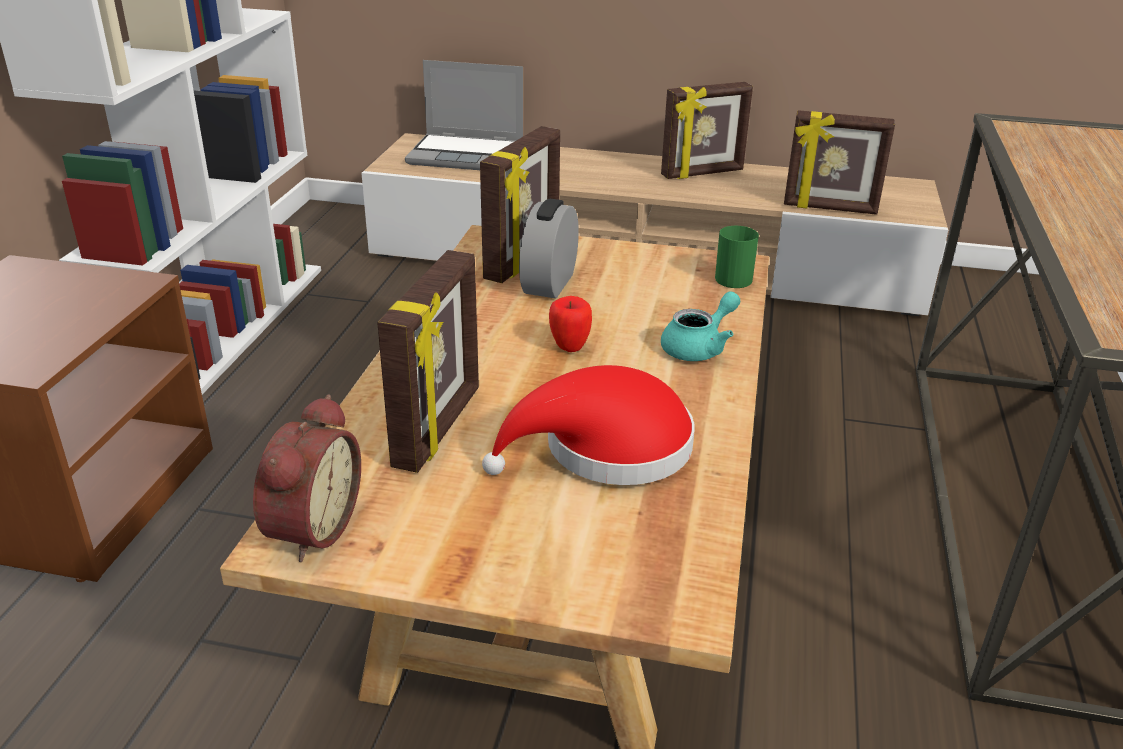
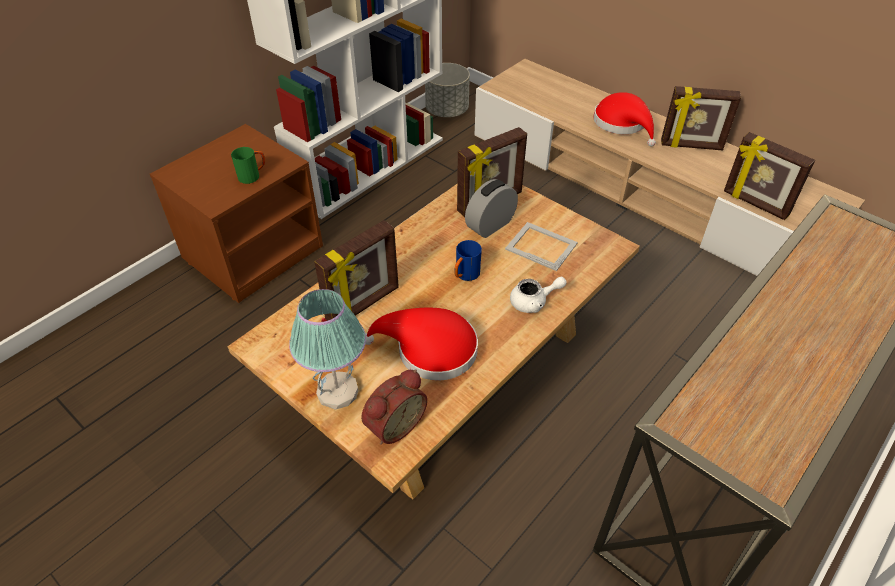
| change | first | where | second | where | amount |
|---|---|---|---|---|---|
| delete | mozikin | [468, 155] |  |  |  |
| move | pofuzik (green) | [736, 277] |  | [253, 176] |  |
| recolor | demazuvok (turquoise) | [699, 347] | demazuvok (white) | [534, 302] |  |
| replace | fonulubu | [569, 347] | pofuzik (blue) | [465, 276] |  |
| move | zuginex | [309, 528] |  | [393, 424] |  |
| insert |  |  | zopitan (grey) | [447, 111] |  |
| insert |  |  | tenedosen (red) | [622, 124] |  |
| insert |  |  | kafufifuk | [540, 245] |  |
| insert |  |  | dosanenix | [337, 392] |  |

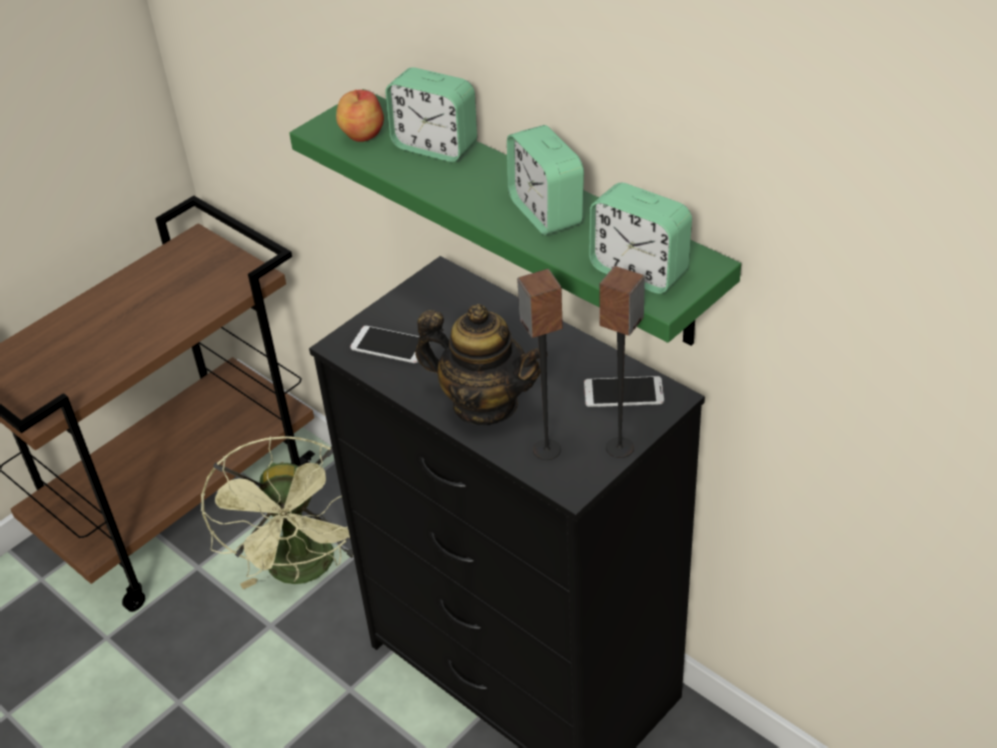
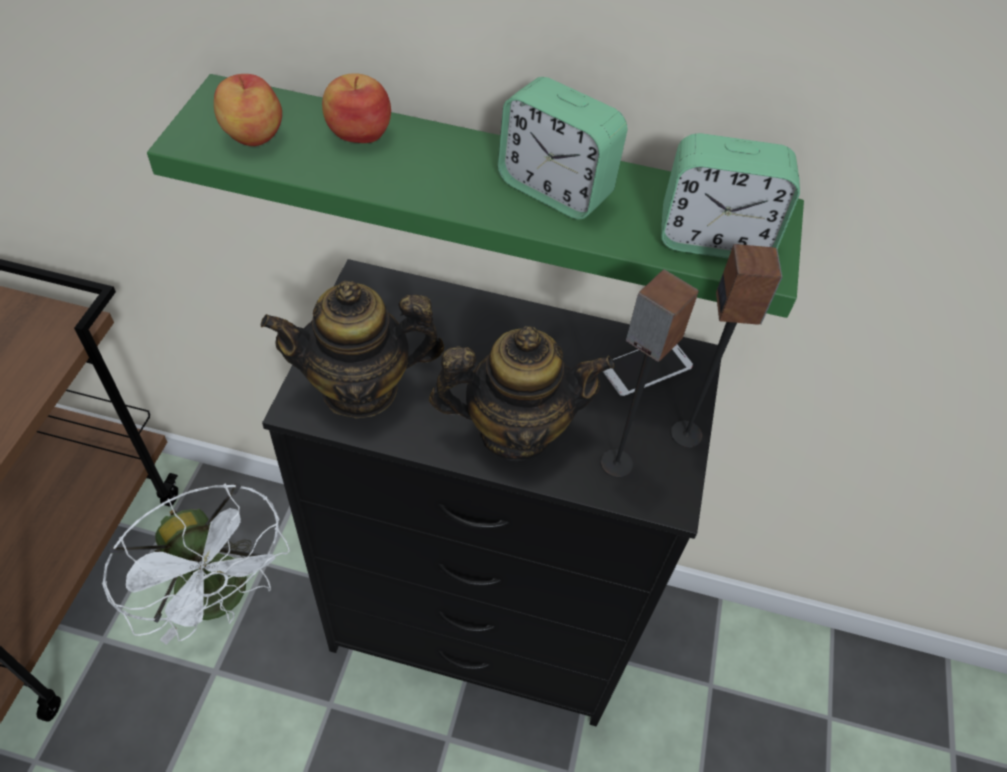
| change | first | where | second | where | amount |
|---|---|---|---|---|---|
| replace | zuginex | [435, 146] | fonulubu | [358, 132] |  |
| replace | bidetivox | [390, 345] | demazuvok | [360, 388] |  |
| recolor | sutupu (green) | [304, 571] | sutupu (white) | [221, 599] |  |

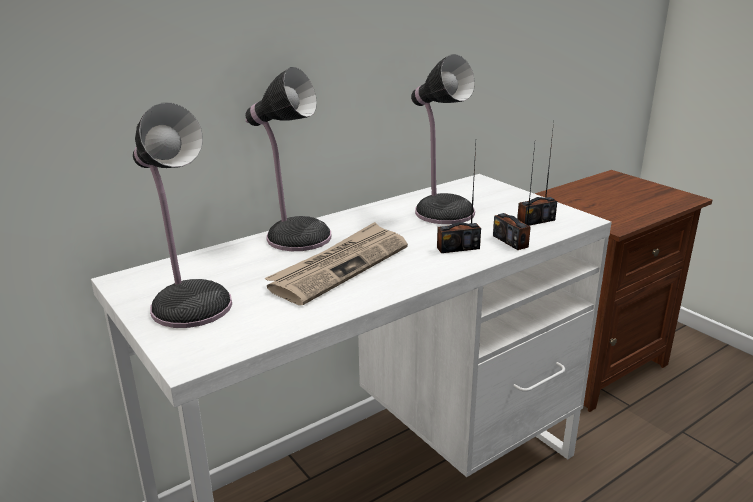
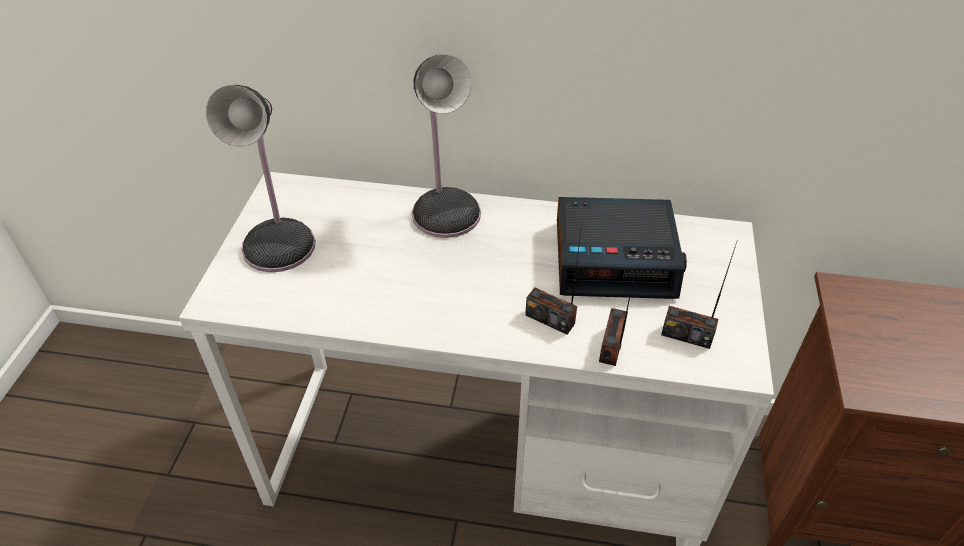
| change | first | where | second | where | amount |
|---|---|---|---|---|---|
| replace | dosanenix | [441, 211] | zuginex | [615, 258] |  |
| delete | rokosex | [340, 266] |  |  |  |

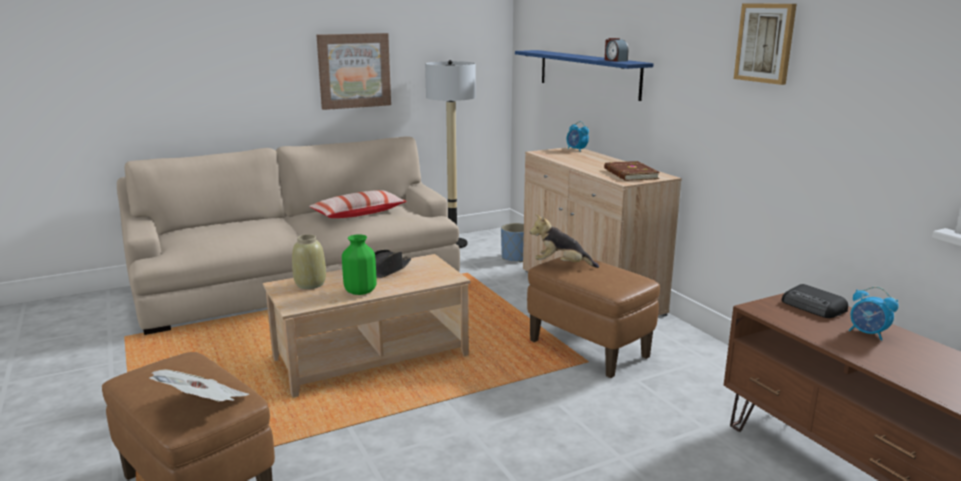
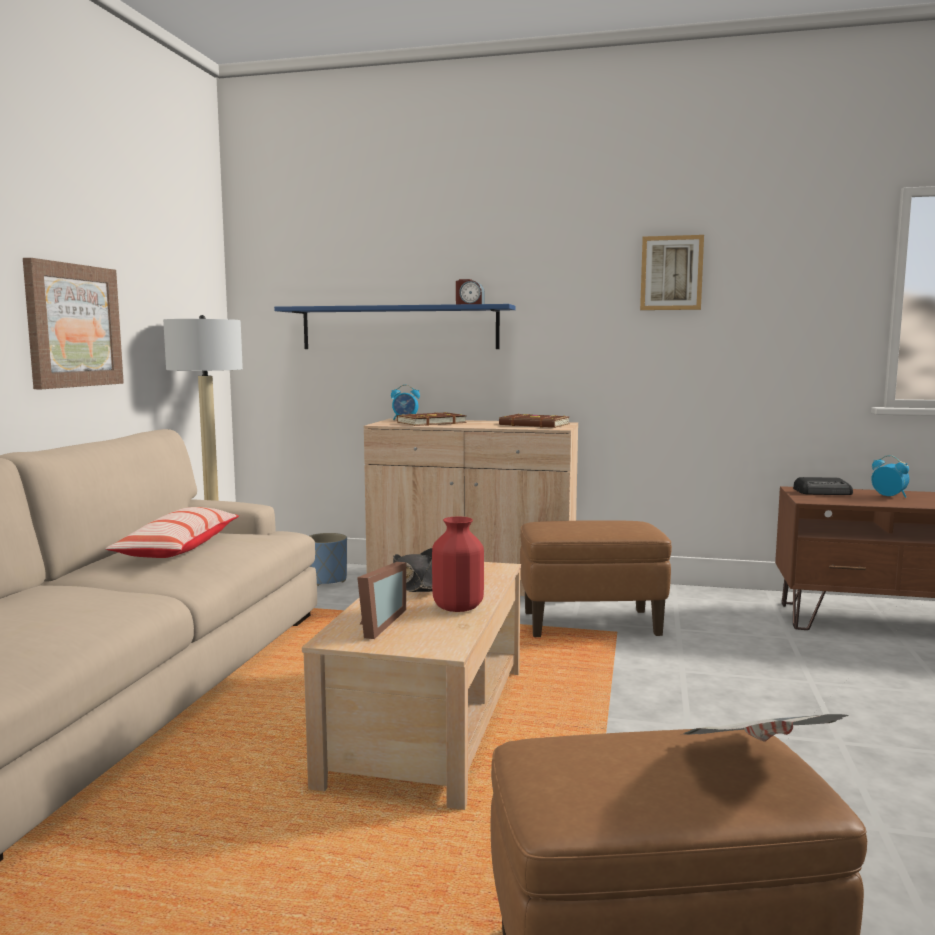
| change | first | where | second | where | amount |
|---|---|---|---|---|---|
| delete | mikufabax | [561, 265] |  |  |  |
| replace | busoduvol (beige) | [310, 284] | kafufifuk | [375, 624] |  |
| recolor | busoduvol (green) | [360, 291] | busoduvol (red) | [458, 608] |  |
| rotate | zuginex | [868, 334] |  | [889, 496] | 120 degrees counterclockwise |
| insert |  |  | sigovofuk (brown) | [430, 422] |  |

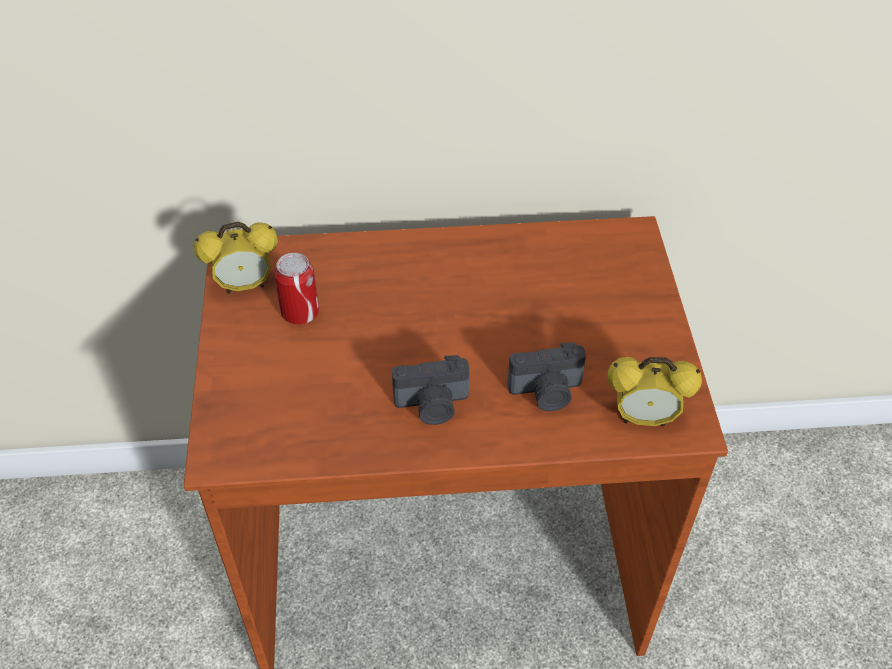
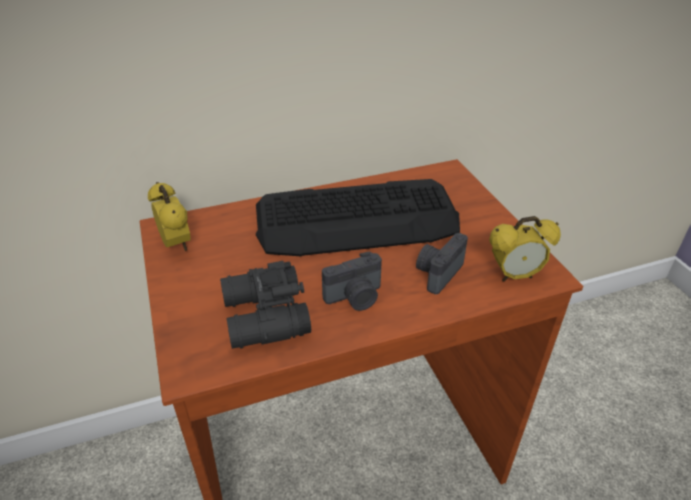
| change | first | where | second | where | amount |
|---|---|---|---|---|---|
| rotate | zuginex | [245, 286] |  | [176, 245] | 90 degrees counterclockwise |
| delete | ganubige | [300, 313] |  |  |  |
| rotate | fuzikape | [546, 393] |  | [437, 273] | 150 degrees clockwise |
| insert |  |  | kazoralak | [357, 219] |  |
| insert |  |  | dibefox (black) | [263, 318] |  |

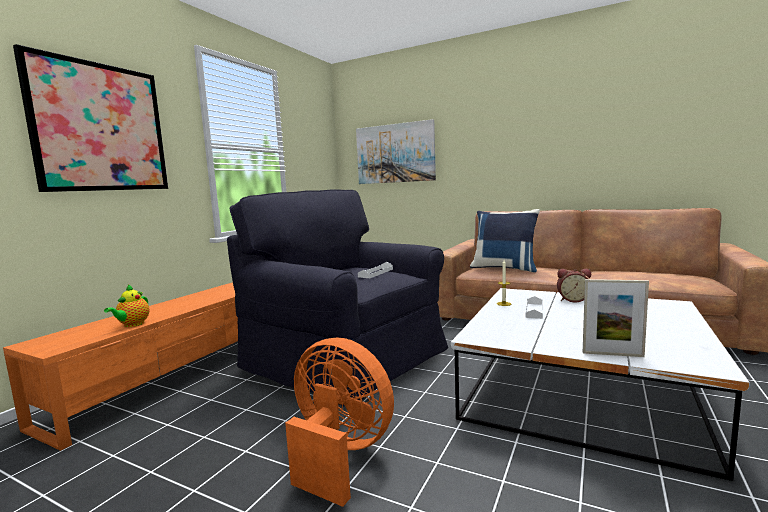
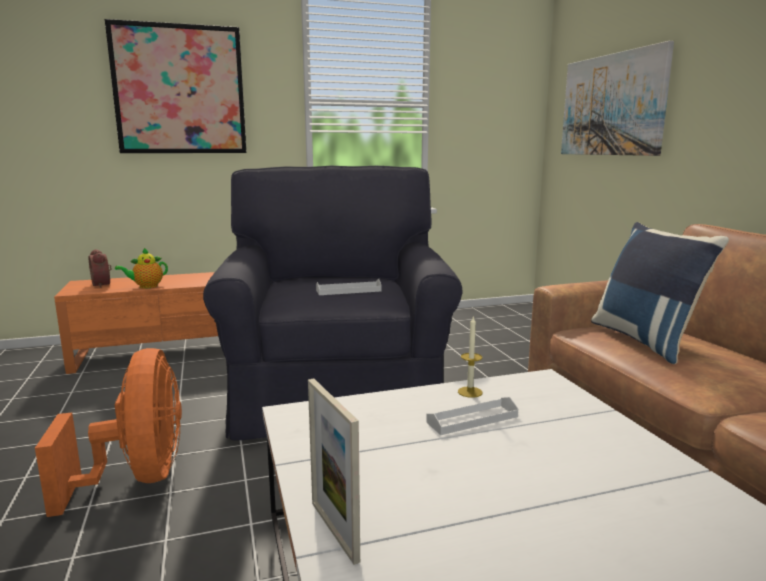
| change | first | where | second | where | amount |
|---|---|---|---|---|---|
| move | zuginex | [572, 300] |  | [103, 284] |  |

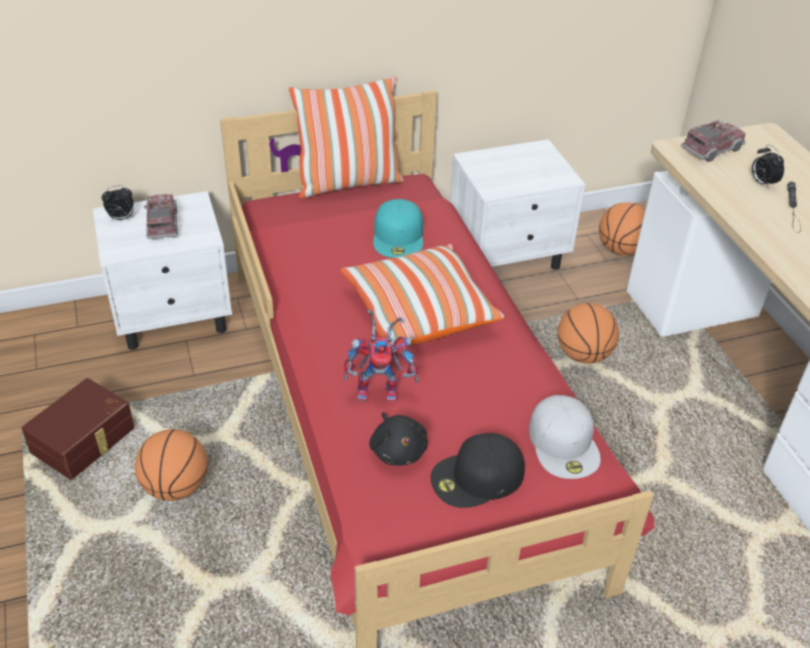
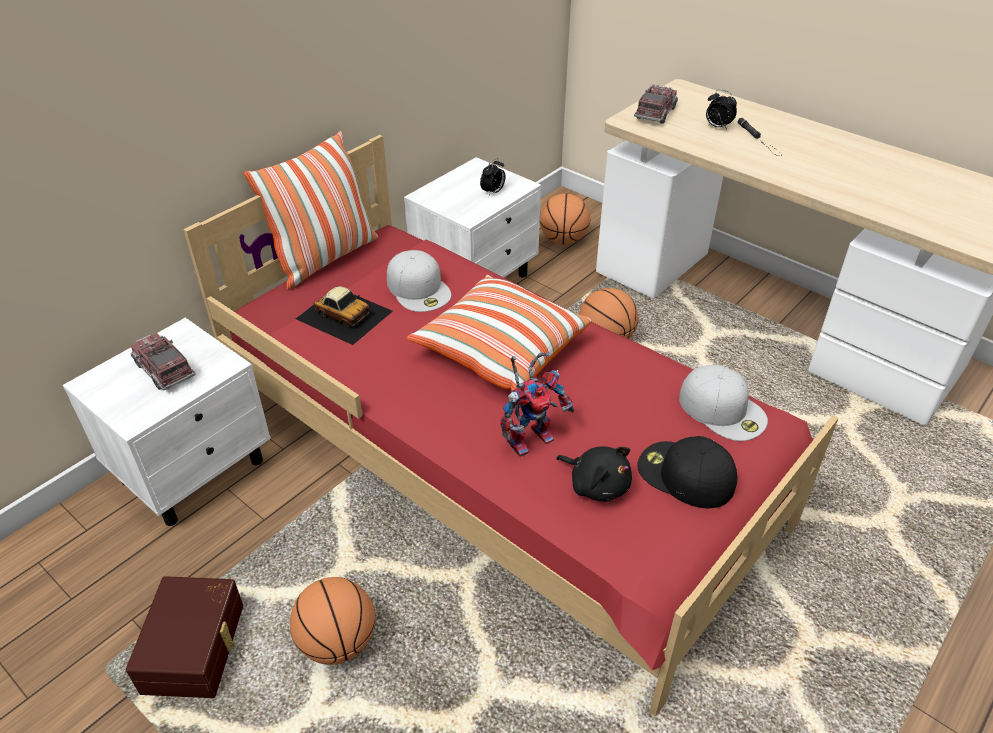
| change | first | where | second | where | amount |
|---|---|---|---|---|---|
| move | zuginex | [121, 218] |  | [493, 192] |  |
| recolor | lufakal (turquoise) | [399, 236] | lufakal (white) | [419, 288] |  |
| rotate | lufakal (black) | [477, 477] |  | [684, 474] | 90 degrees clockwise |
| insert |  |  | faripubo | [344, 314] |  |

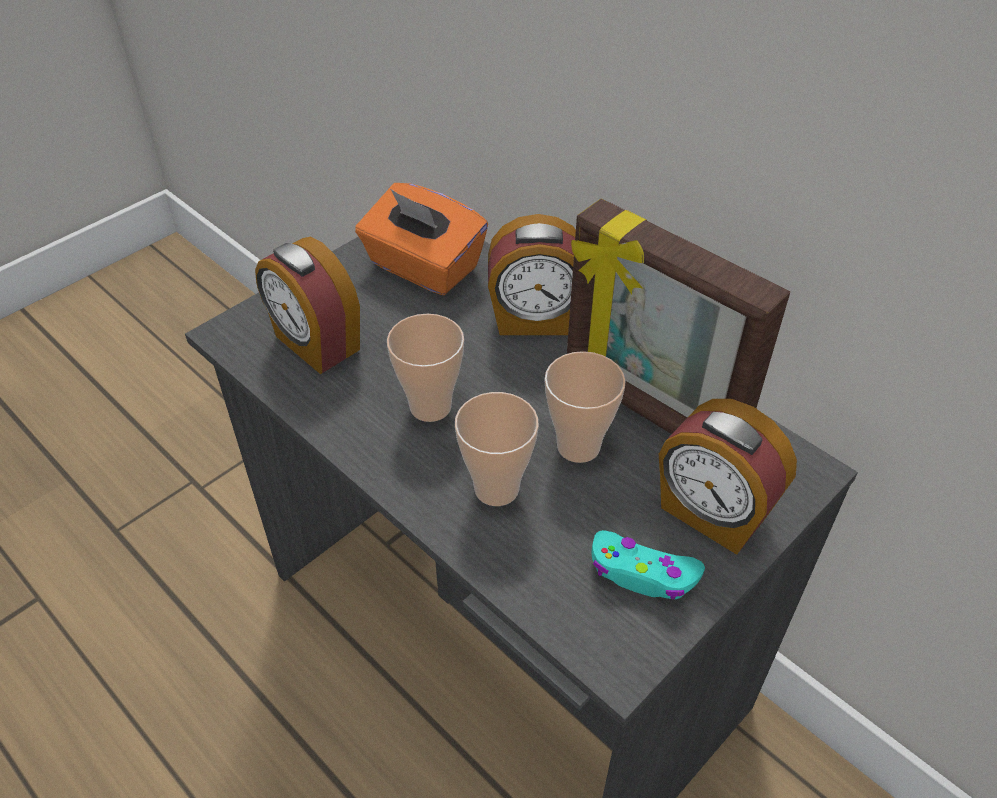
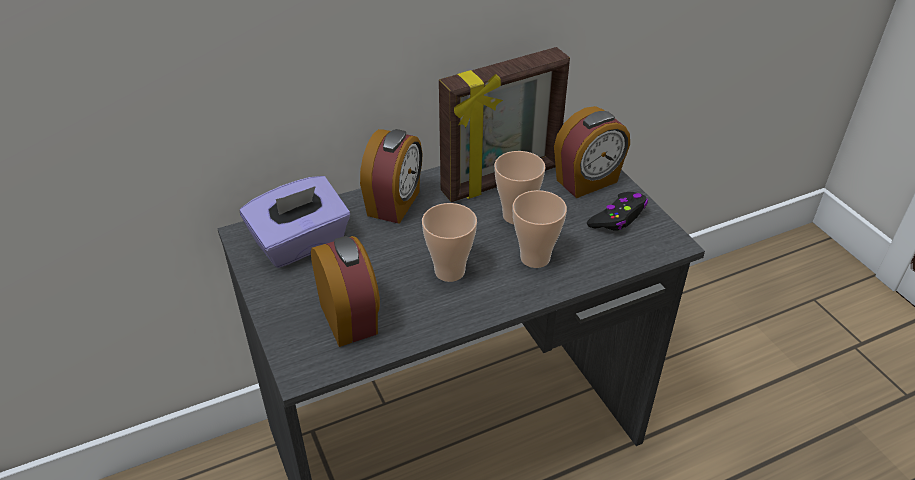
| change | first | where | second | where | amount |
|---|---|---|---|---|---|
| recolor | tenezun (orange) | [423, 267] | tenezun (purple) | [301, 243] |  |
| rotate | zuginex | [315, 344] |  | [350, 319] | 90 degrees counterclockwise |
| recolor | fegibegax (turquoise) | [642, 573] | fegibegax (black) | [618, 218] |  |

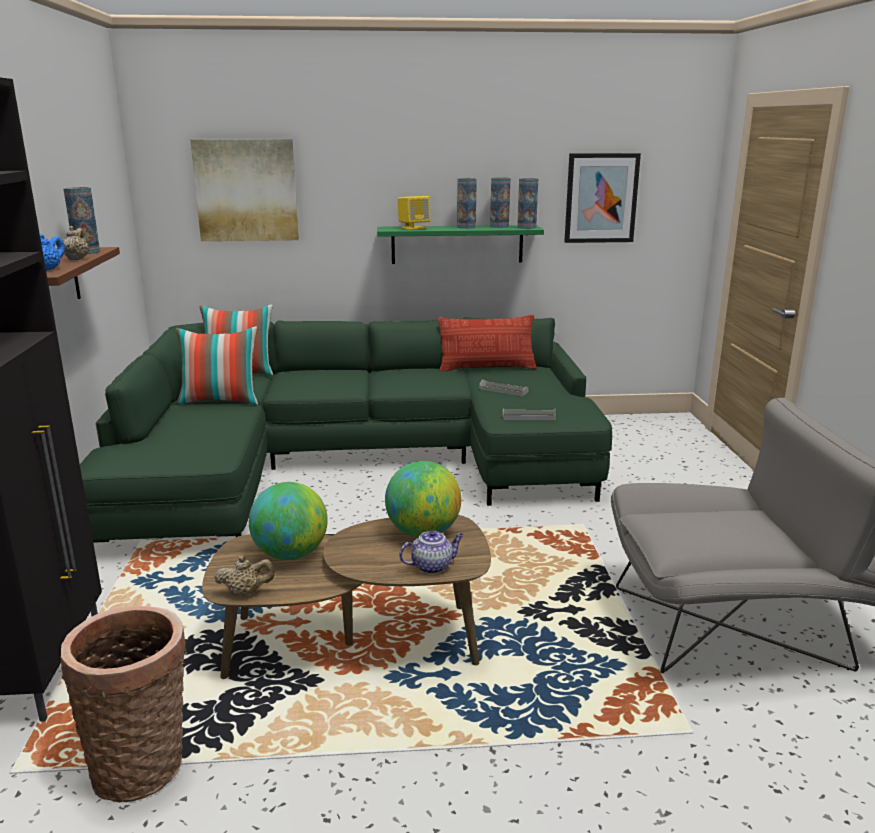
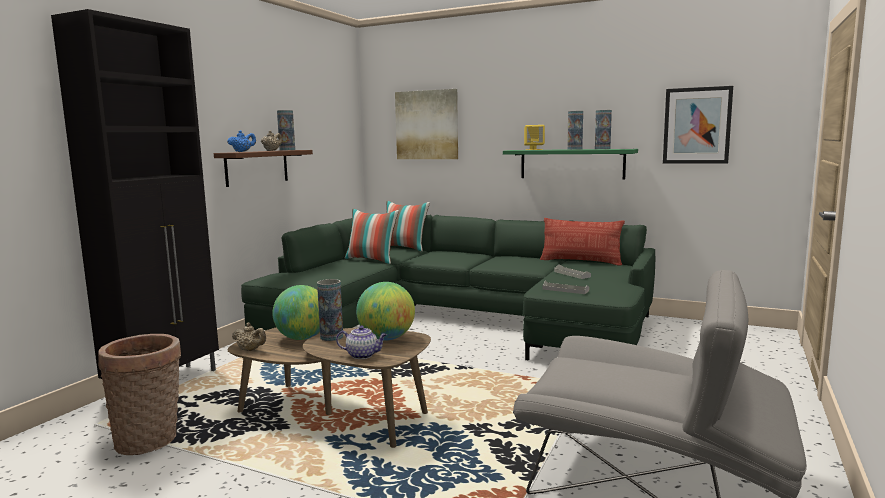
| change | first | where | second | where | amount |
|---|---|---|---|---|---|
| move | busoduvol | [526, 227] |  | [331, 337] |  |

